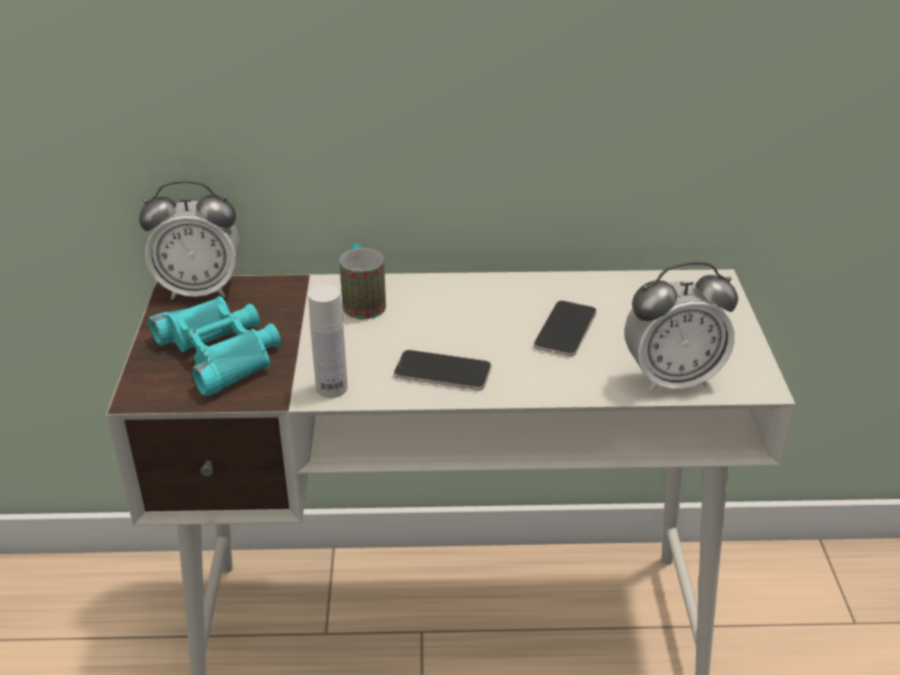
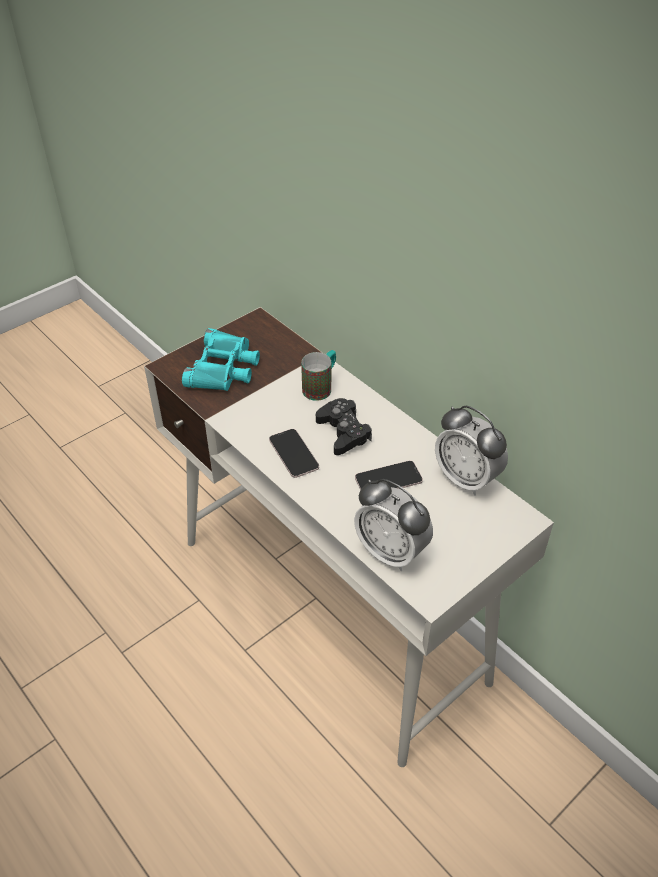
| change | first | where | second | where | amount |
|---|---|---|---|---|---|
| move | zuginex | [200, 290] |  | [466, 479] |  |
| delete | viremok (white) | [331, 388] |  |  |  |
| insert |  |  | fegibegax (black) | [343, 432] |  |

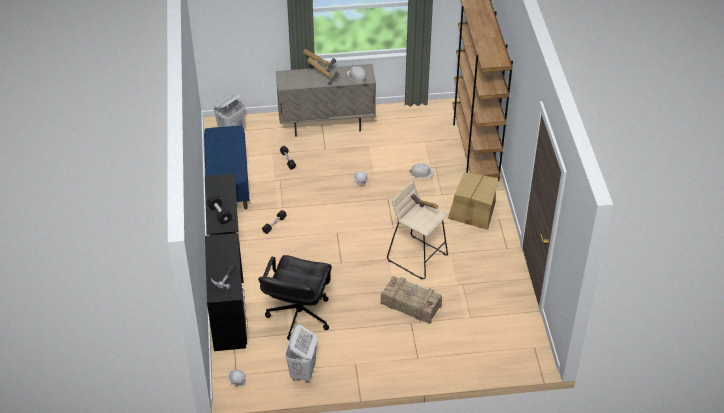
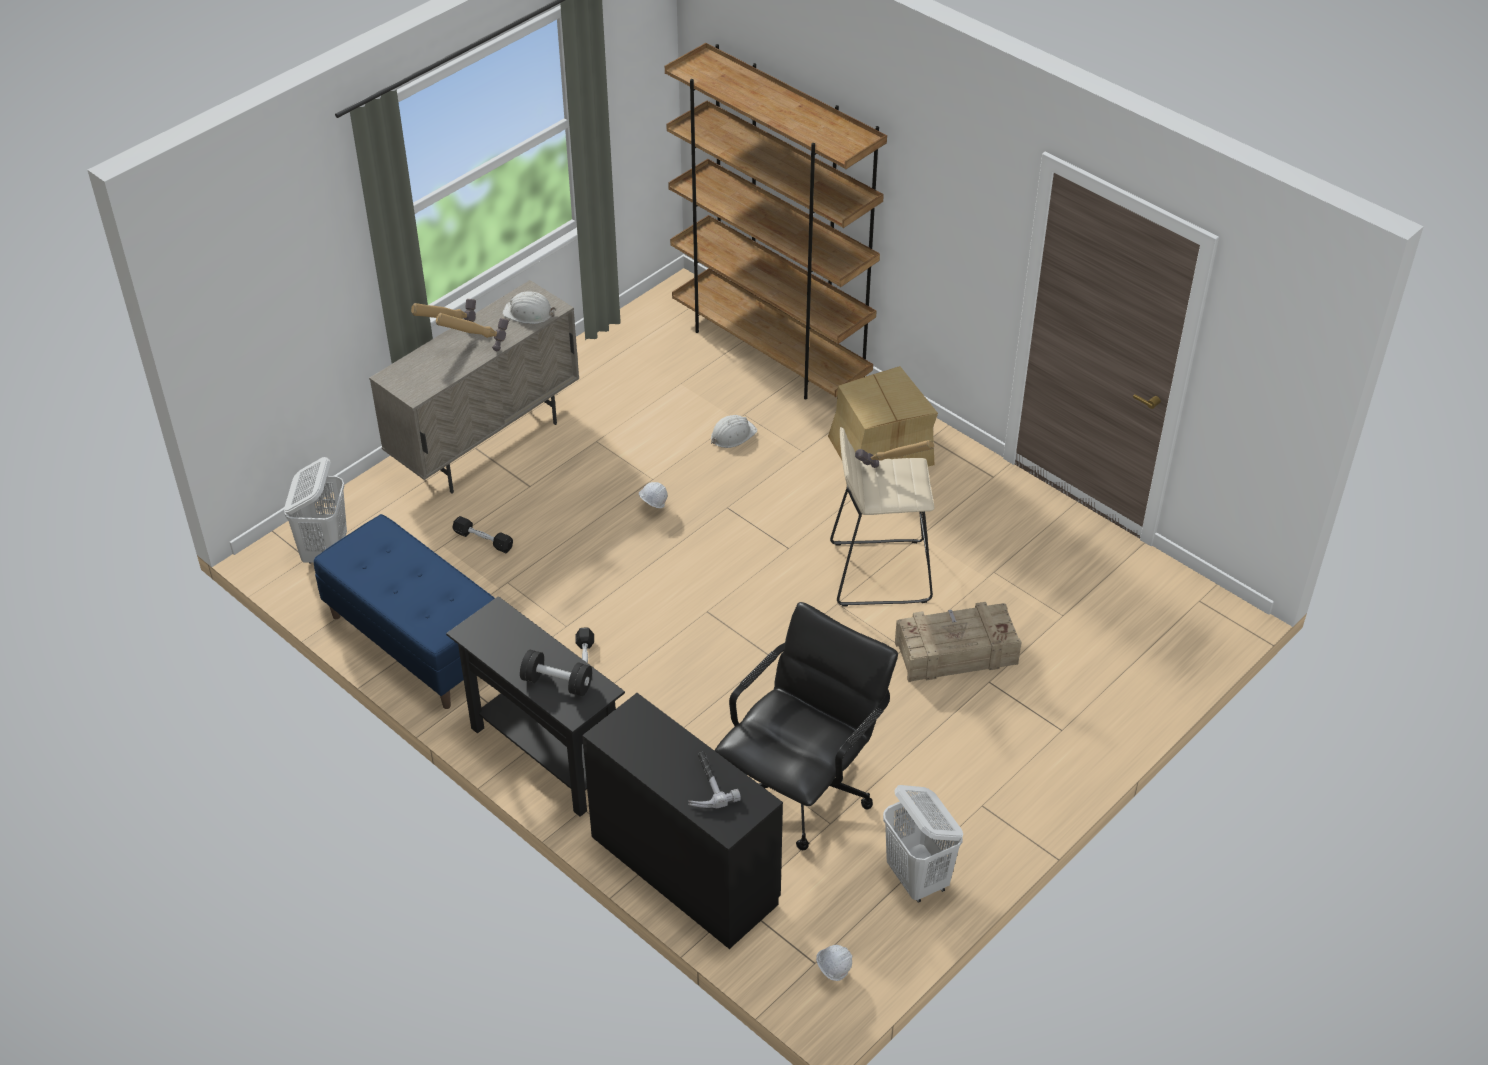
| change | first | where | second | where | amount |
|---|---|---|---|---|---|
| rotate | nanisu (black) | [298, 316] |  | [803, 790] | 120 degrees counterclockwise |

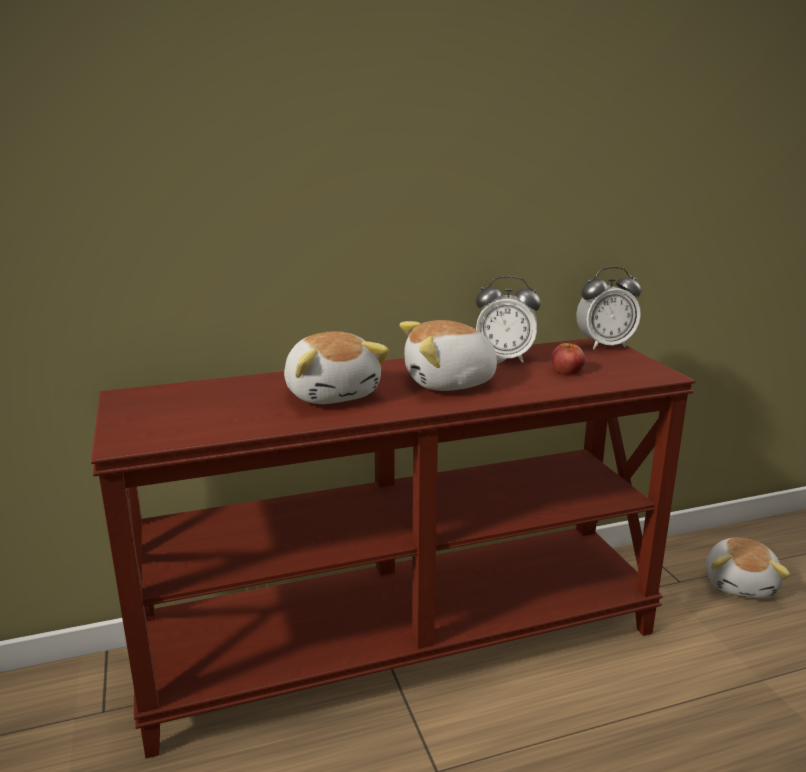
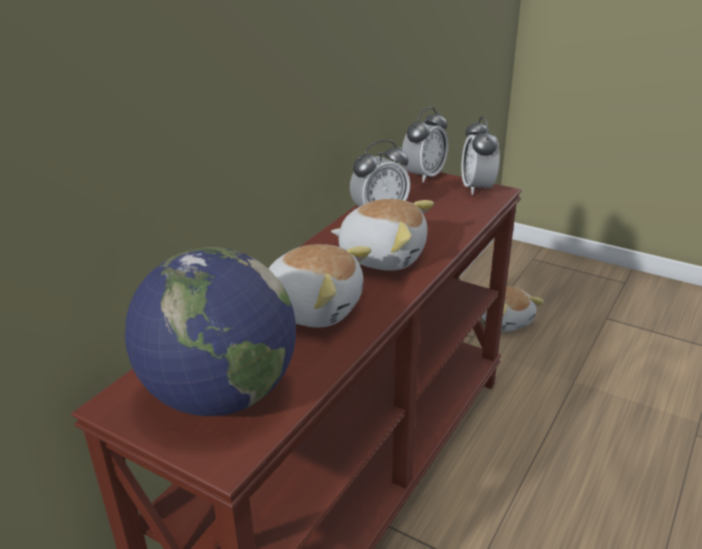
| change | first | where | second | where | amount |
|---|---|---|---|---|---|
| rotate | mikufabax | [450, 383] |  | [382, 256] | 105 degrees counterclockwise |
| delete | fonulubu | [567, 370] |  |  |  |
| insert |  |  | zuginex | [477, 188] |  |
| insert |  |  | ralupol | [221, 395] |  |

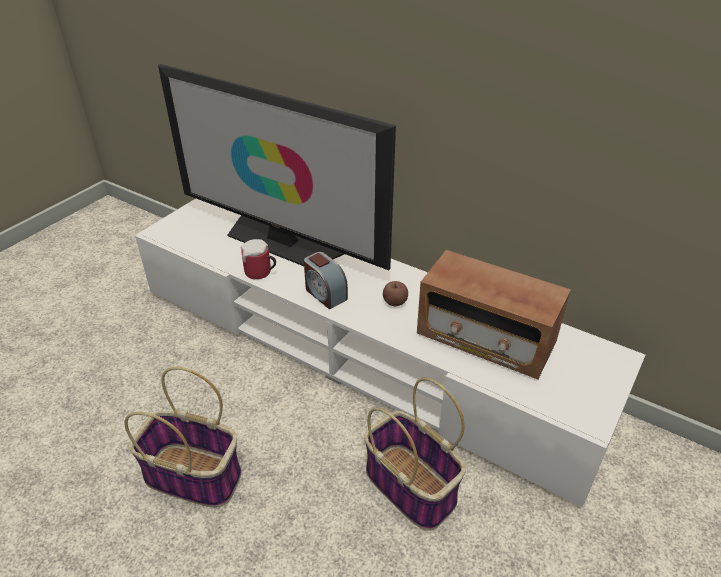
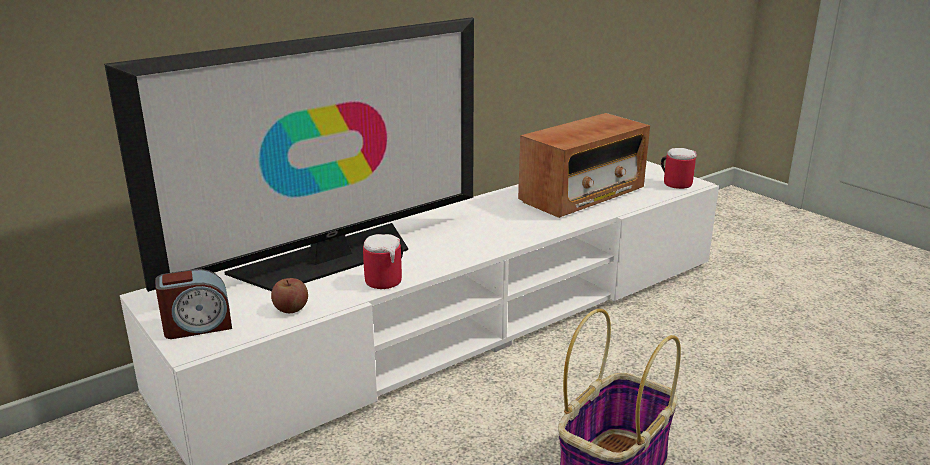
| change | first | where | second | where | amount |
|---|---|---|---|---|---|
| move | zuginex | [325, 294] |  | [197, 326] |  |
| move | fonulubu | [395, 302] |  | [291, 309] |  |
| delete | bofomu | [412, 487] |  |  |  |
| insert |  |  | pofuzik | [675, 183] |  |

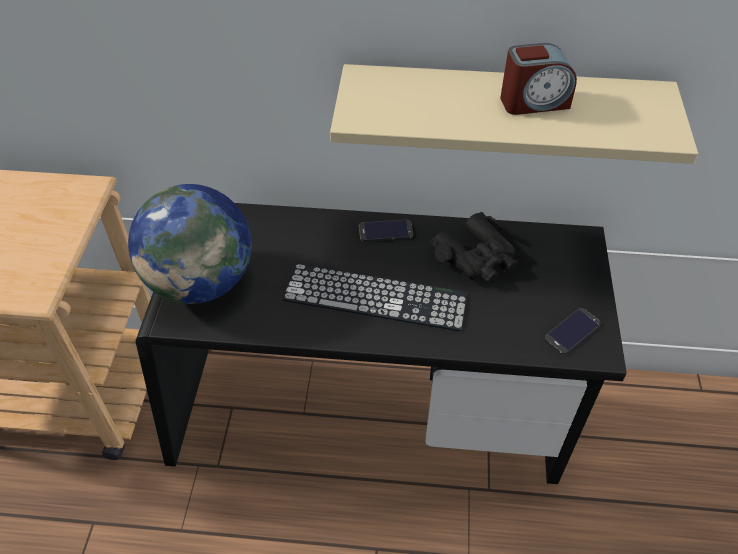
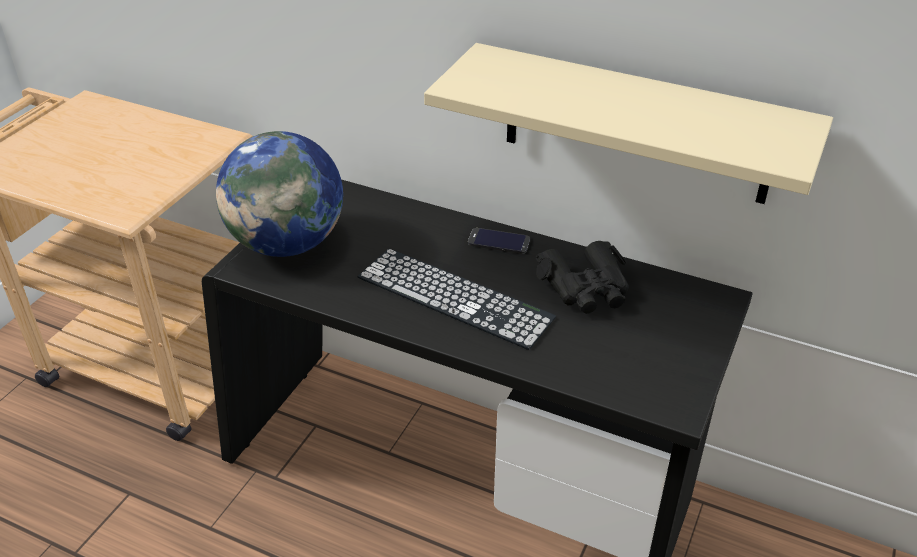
| change | first | where | second | where | amount |
|---|---|---|---|---|---|
| delete | zuginex | [534, 102] |  |  |  |
| delete | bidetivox | [572, 331] |  |  |  |

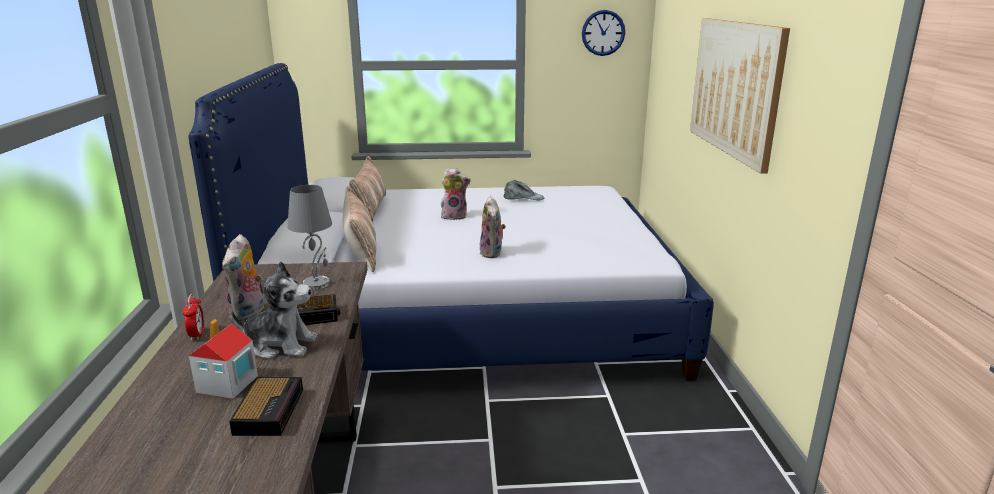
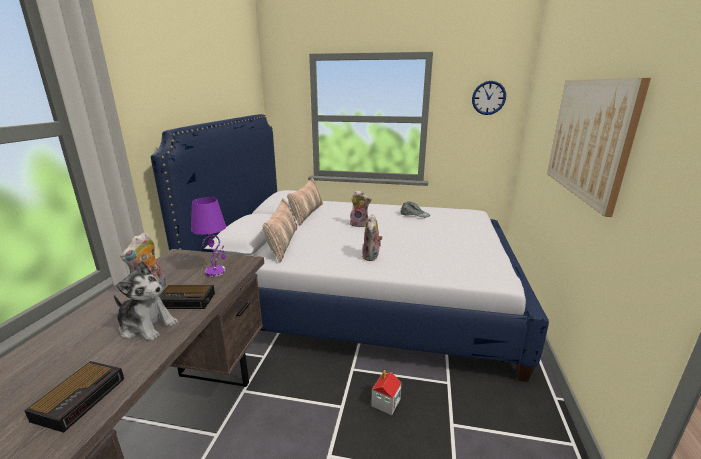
| change | first | where | second | where | amount |
|---|---|---|---|---|---|
| recolor | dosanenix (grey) | [316, 283] | dosanenix (purple) | [216, 271] |  |
| delete | zuginex | [197, 335] |  |  |  |
| move | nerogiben | [227, 384] |  | [385, 403] |  |

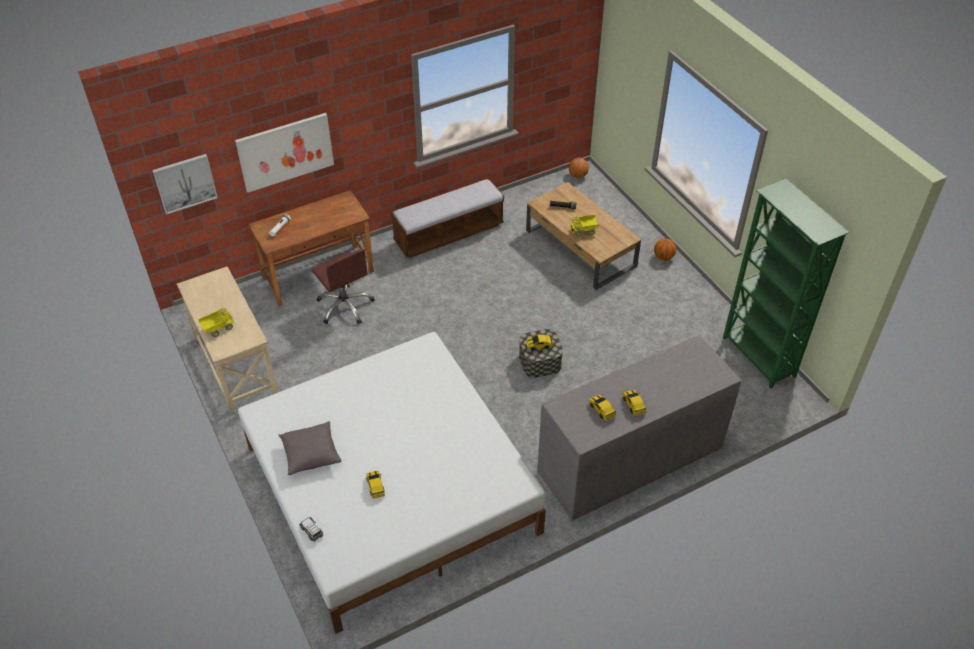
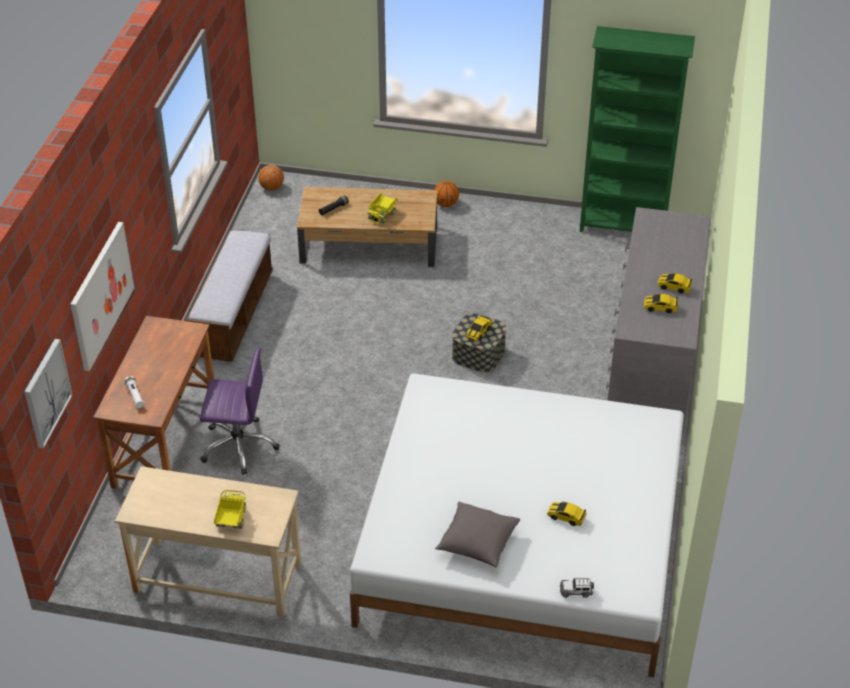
| change | first | where | second | where | amount |
|---|---|---|---|---|---|
| recolor | nanisu (brown) | [345, 306] | nanisu (purple) | [239, 446] |  |

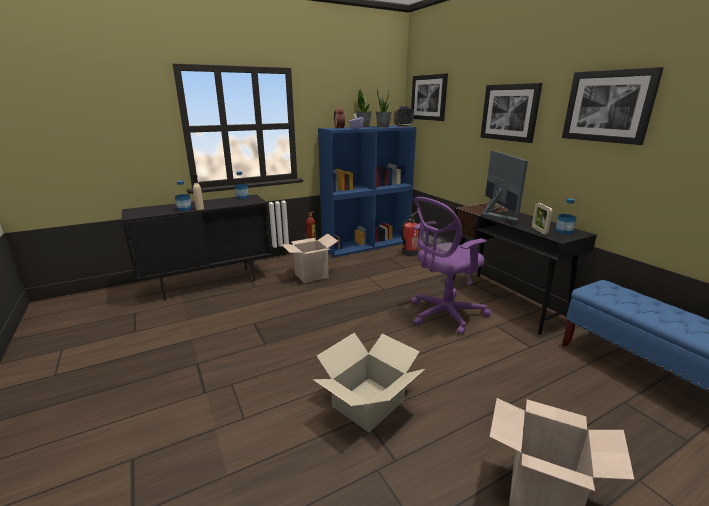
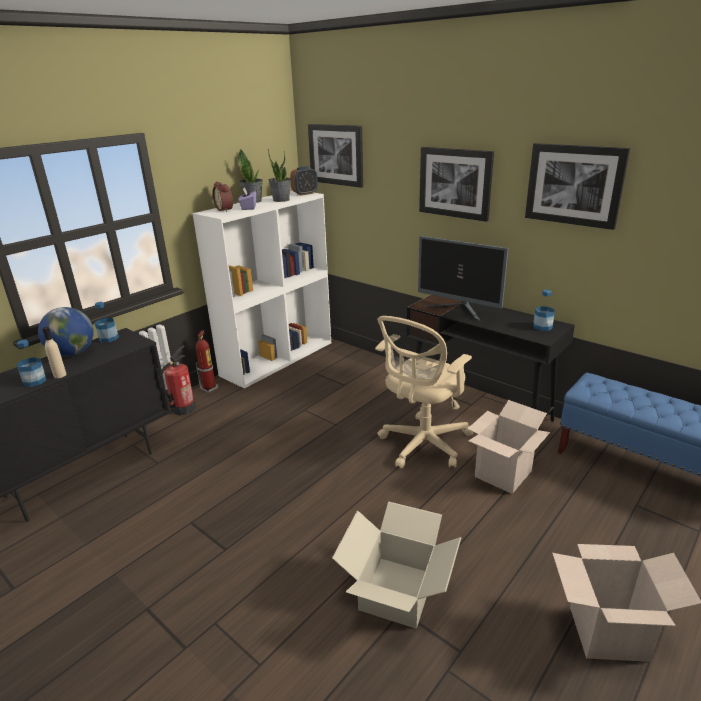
| change | first | where | second | where | amount |
|---|---|---|---|---|---|
| recolor | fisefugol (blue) | [367, 244] | fisefugol (white) | [277, 358] |  |
| rotate | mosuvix | [496, 214] |  | [459, 310] | 150 degrees clockwise |
| recolor | nanisu (purple) | [443, 315] | nanisu (beige) | [422, 445] |  |
| delete | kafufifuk | [539, 231] |  |  |  |
| move | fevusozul | [409, 253] |  | [183, 409] |  |
| move | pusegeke | [311, 275] |  | [503, 474] |  |
| insert |  |  | ralupol | [72, 353] |  |

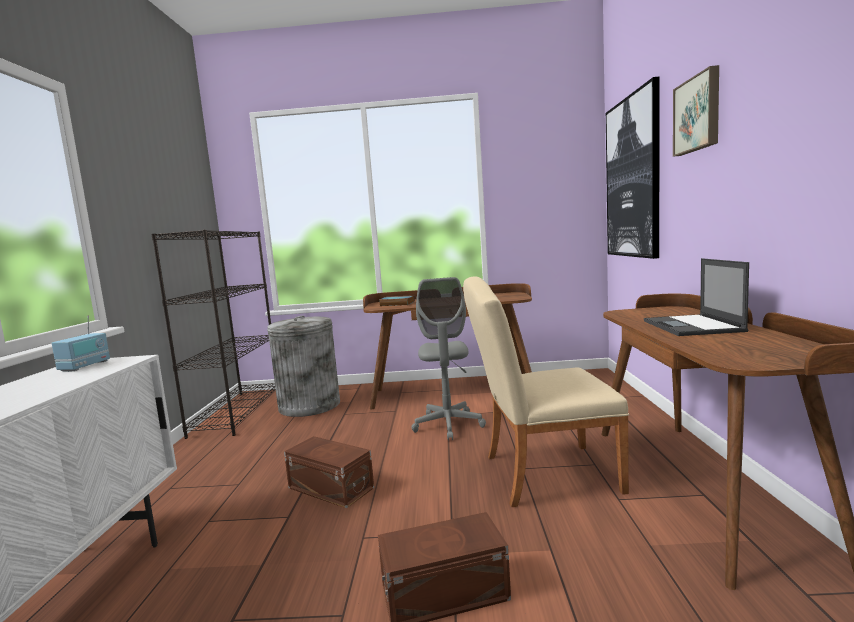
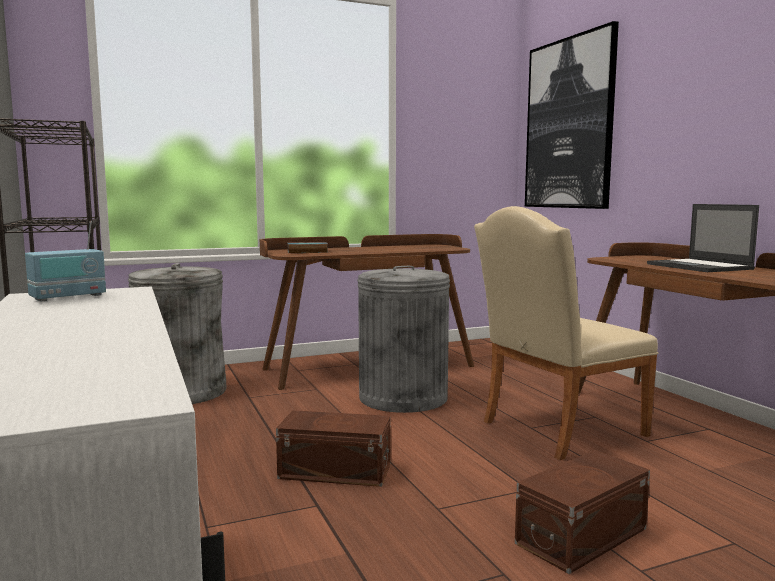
| change | first | where | second | where | amount |
|---|---|---|---|---|---|
| delete | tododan | [698, 114] |  |  |  |
| replace | nanisu (grey) | [448, 425] | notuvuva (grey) | [403, 398] |  |
| rotate | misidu | [85, 366] |  | [68, 297] | 60 degrees clockwise |

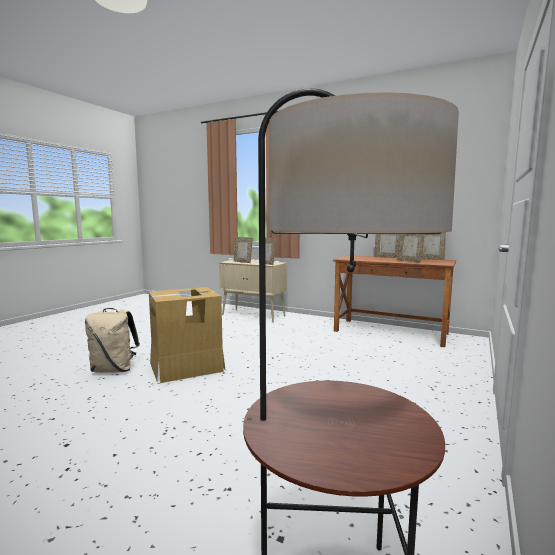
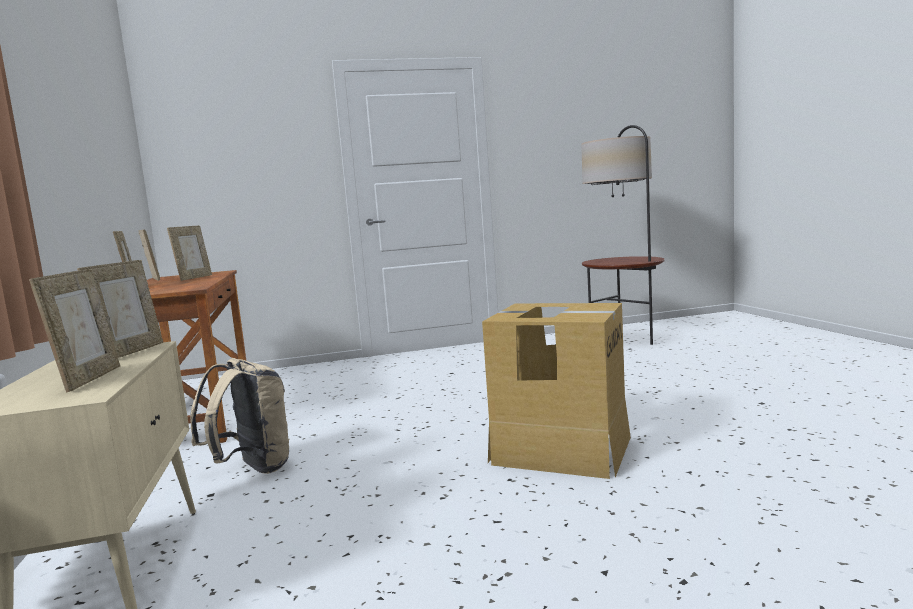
| change | first | where | second | where | amount |
|---|---|---|---|---|---|
| move | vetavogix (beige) | [114, 370] |  | [251, 469] |  |

